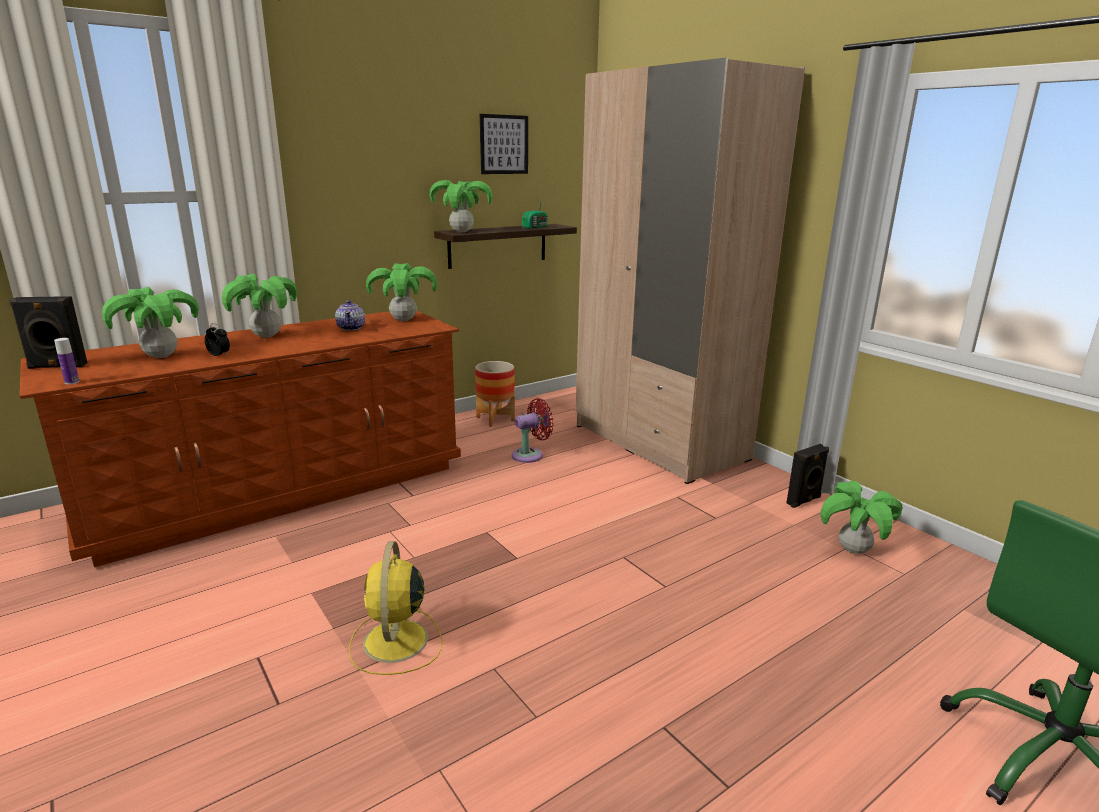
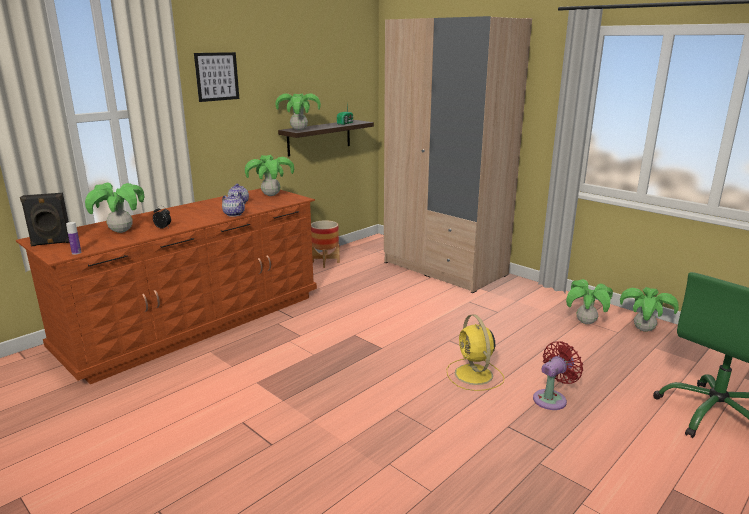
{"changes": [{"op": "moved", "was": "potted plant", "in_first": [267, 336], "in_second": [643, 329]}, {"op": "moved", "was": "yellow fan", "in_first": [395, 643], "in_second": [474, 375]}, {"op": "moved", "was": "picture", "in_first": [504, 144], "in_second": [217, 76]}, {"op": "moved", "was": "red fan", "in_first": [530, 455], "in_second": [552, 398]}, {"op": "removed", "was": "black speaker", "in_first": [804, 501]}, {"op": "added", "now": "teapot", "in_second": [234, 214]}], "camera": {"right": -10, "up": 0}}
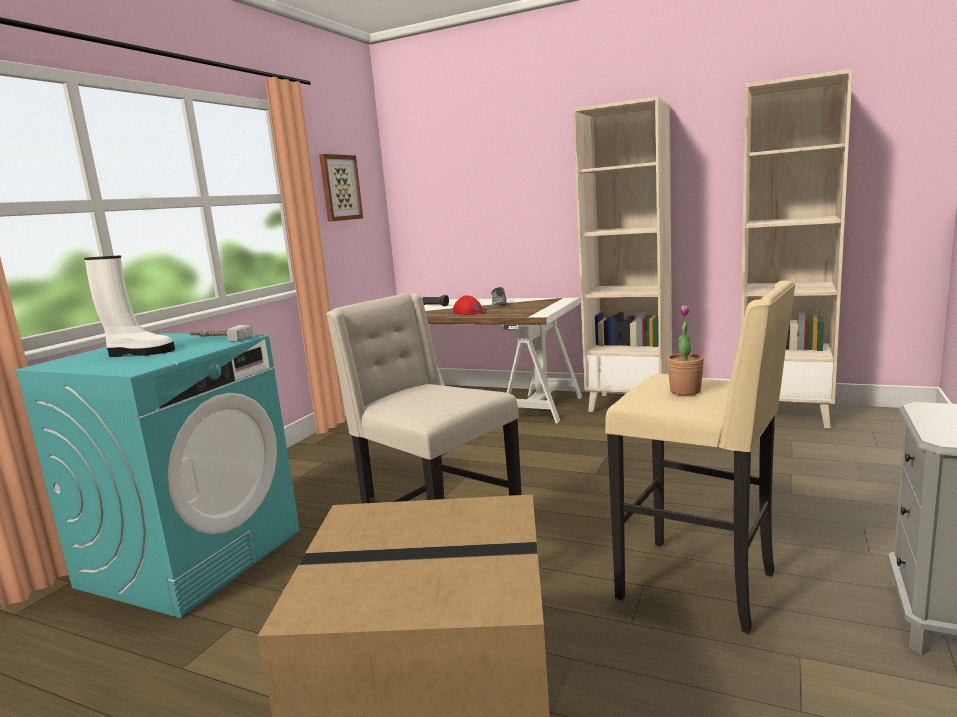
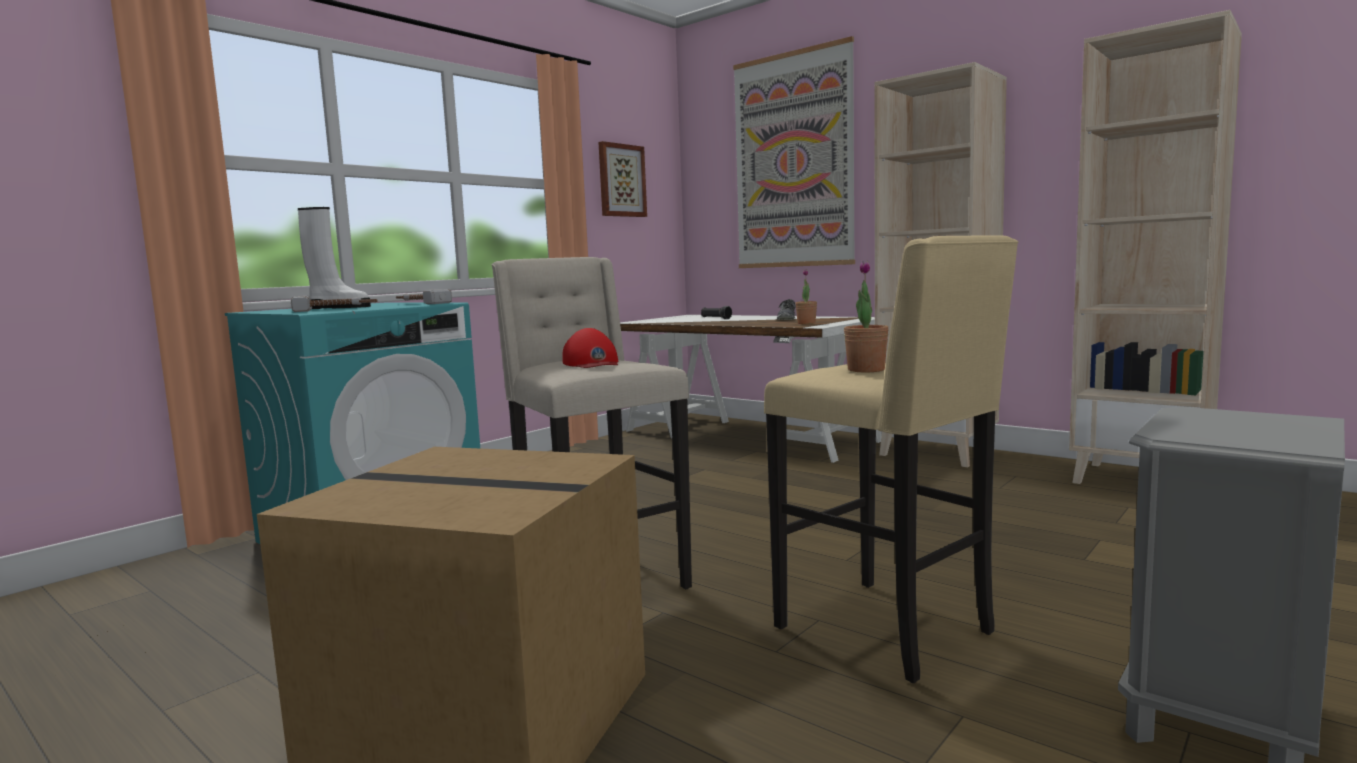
{"changes": [{"op": "moved", "was": "red cap", "in_first": [470, 312], "in_second": [592, 363]}, {"op": "added", "now": "hammer", "in_second": [335, 309]}, {"op": "added", "now": "picture", "in_second": [793, 161]}, {"op": "added", "now": "potted plant", "in_second": [806, 323]}], "camera": {"right": 15, "up": -5}}
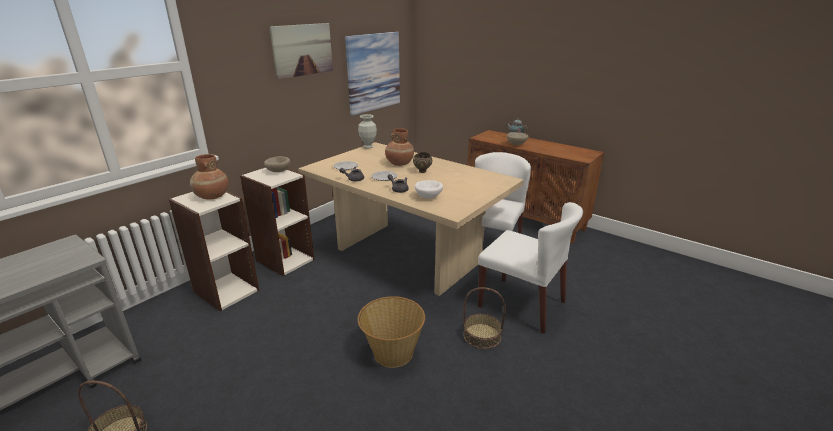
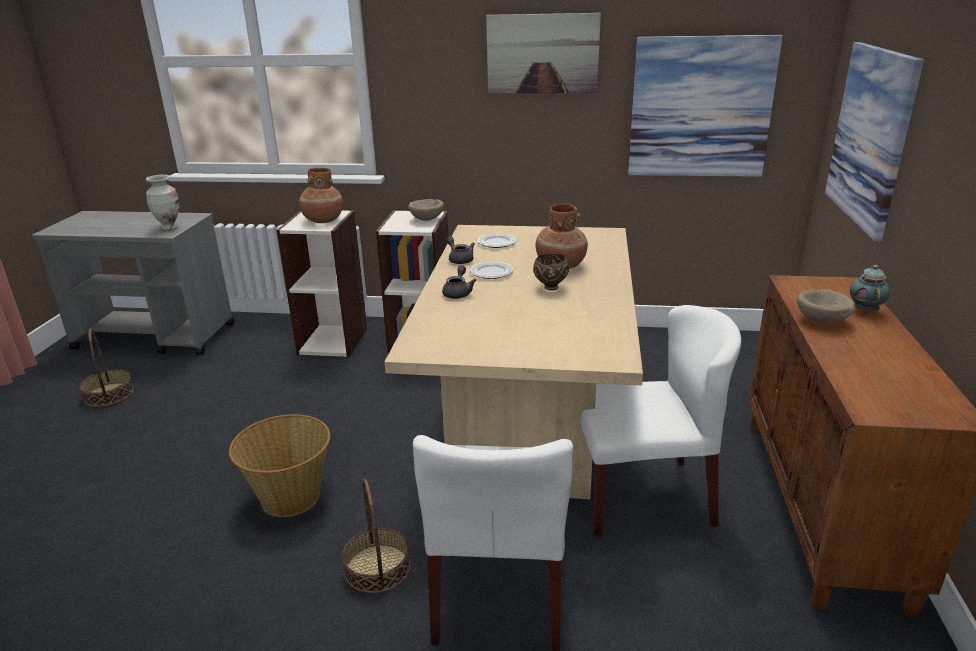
{"changes": [{"op": "moved", "was": "vase", "in_first": [368, 147], "in_second": [169, 227]}, {"op": "removed", "was": "white bowl", "in_first": [429, 196]}, {"op": "added", "now": "picture", "in_second": [871, 136]}], "camera": {"right": 60, "up": 0}}
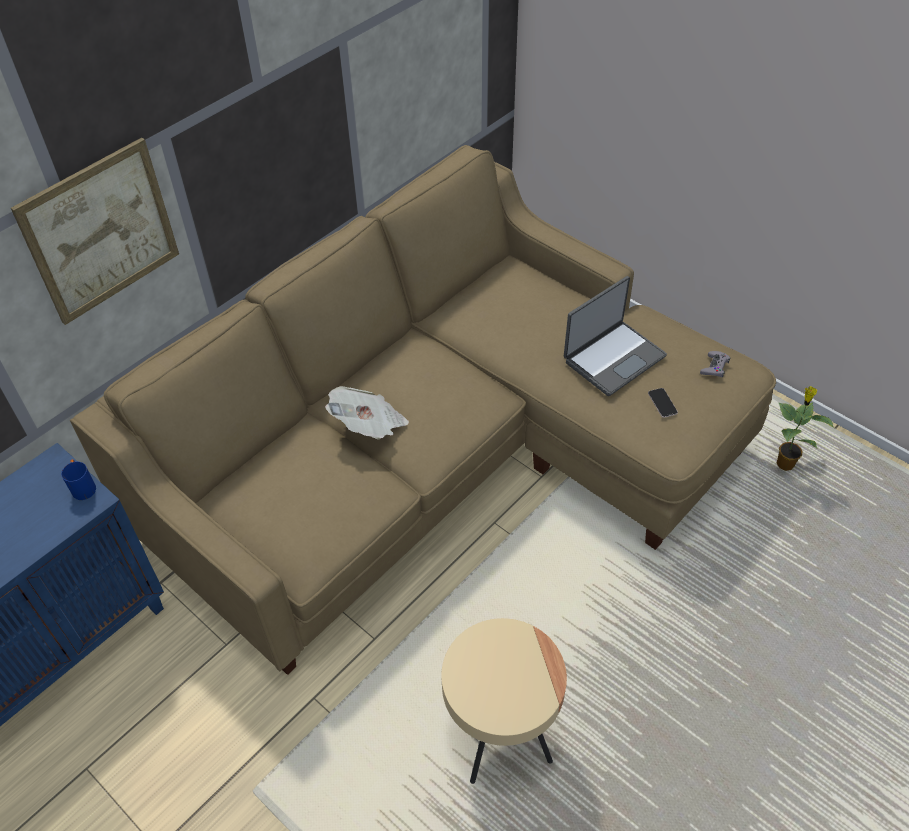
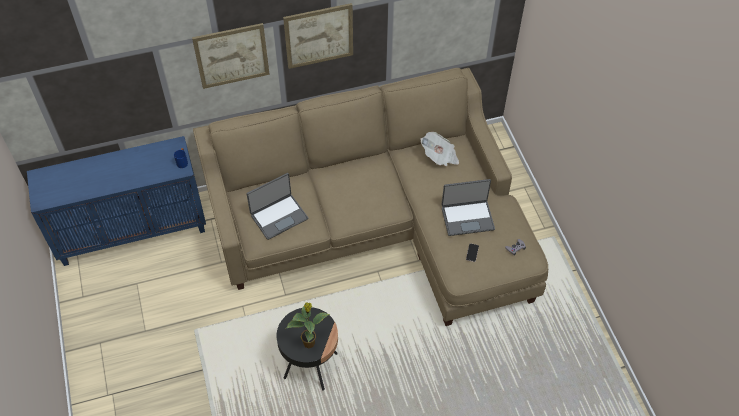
{"changes": [{"op": "moved", "was": "newspaper", "in_first": [369, 425], "in_second": [439, 156]}, {"op": "recoloured", "was": "beige side table", "now": "black side table", "in_first": [500, 733], "in_second": [310, 366]}, {"op": "moved", "was": "potted plant", "in_first": [784, 463], "in_second": [309, 342]}, {"op": "added", "now": "laptop", "in_second": [278, 216]}, {"op": "added", "now": "picture", "in_second": [319, 35]}], "camera": {"right": 30, "up": 5}}
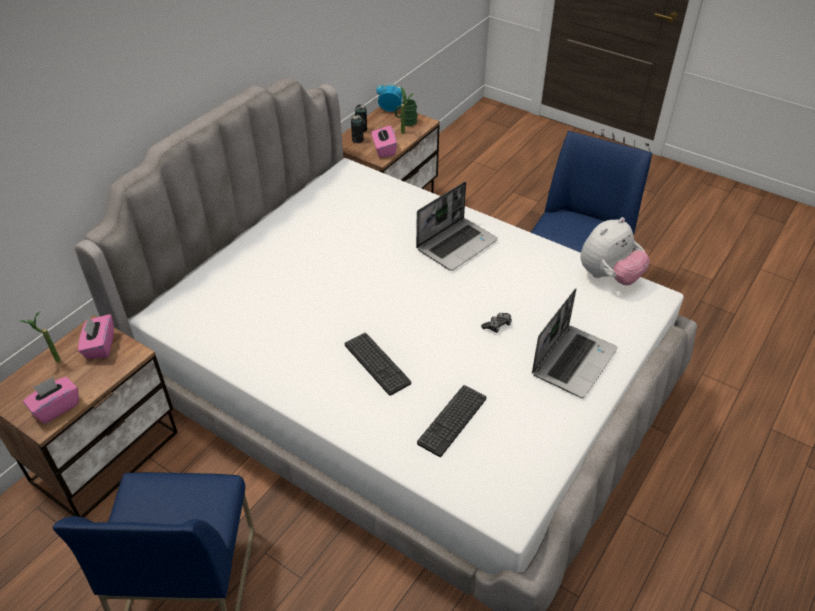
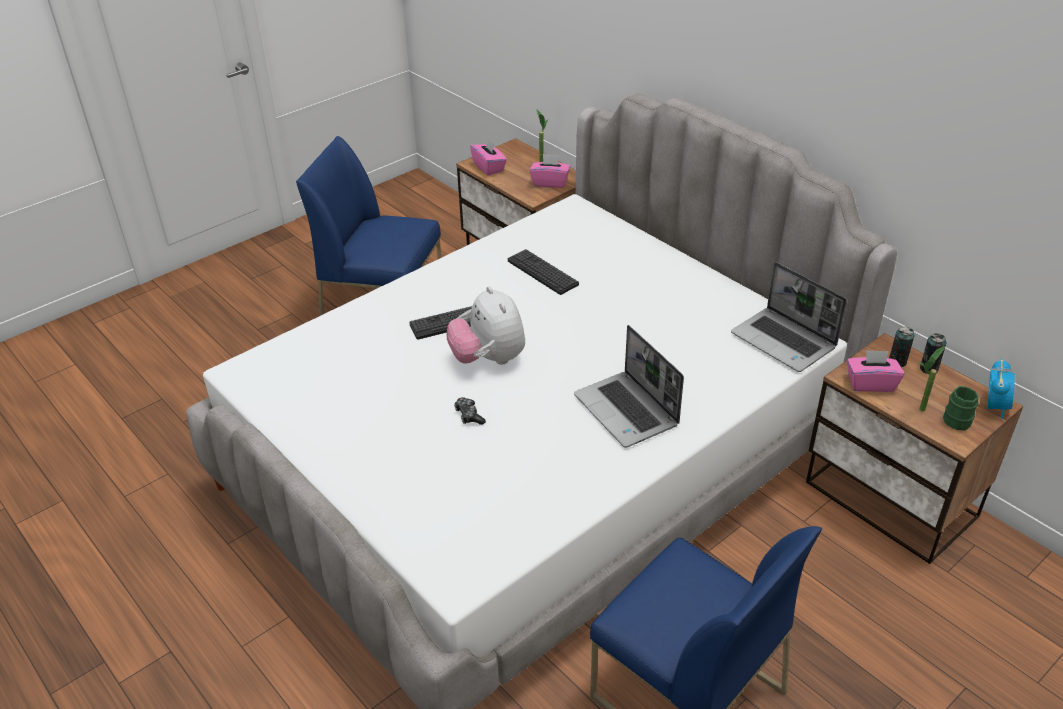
{"changes": [{"op": "moved", "was": "keyboard", "in_first": [452, 420], "in_second": [542, 272]}, {"op": "moved", "was": "laptop", "in_first": [573, 361], "in_second": [784, 341]}, {"op": "moved", "was": "plush toy", "in_first": [608, 276], "in_second": [488, 359]}], "camera": {"right": 105, "up": -5}}
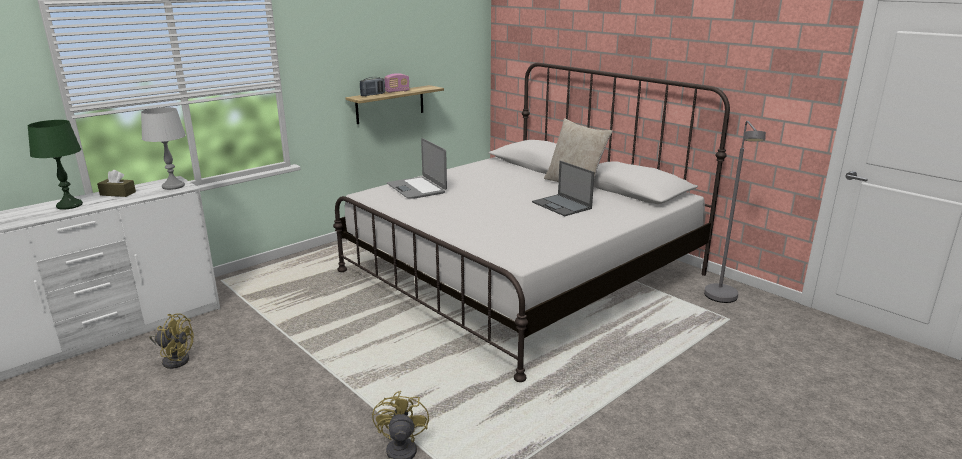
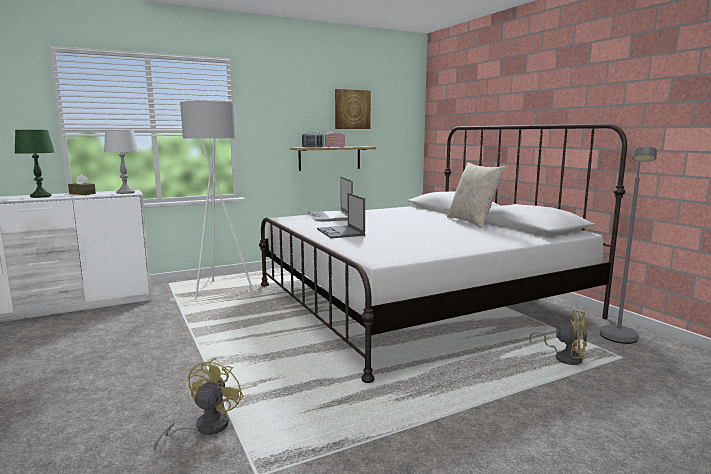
{"changes": [{"op": "moved", "was": "yellow fan", "in_first": [175, 359], "in_second": [564, 357]}, {"op": "moved", "was": "laptop", "in_first": [562, 205], "in_second": [340, 232]}, {"op": "added", "now": "white floor lamp", "in_second": [217, 291]}, {"op": "added", "now": "picture", "in_second": [352, 109]}], "camera": {"right": 15, "up": -10}}
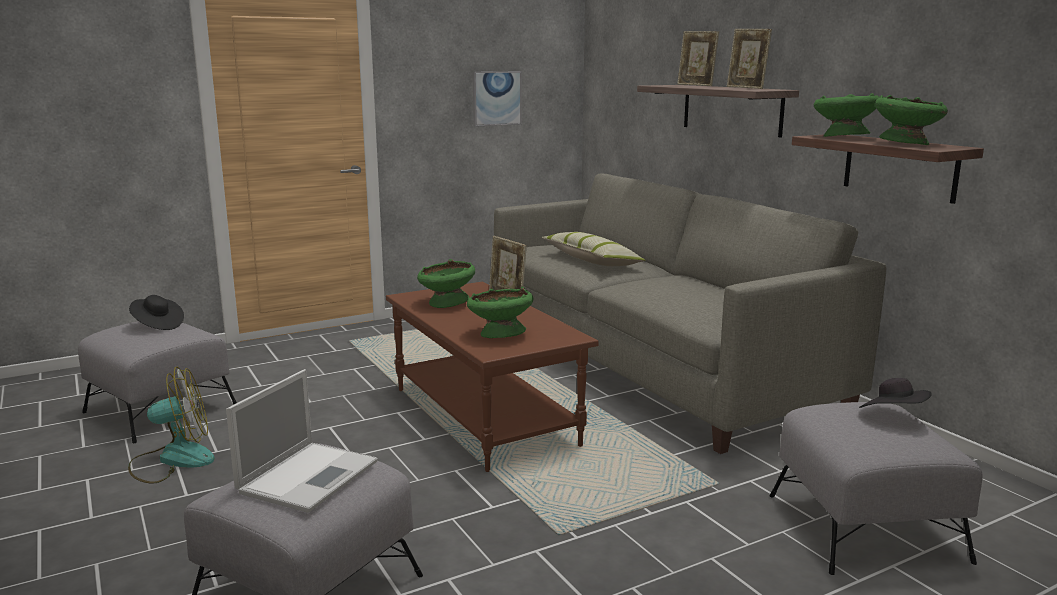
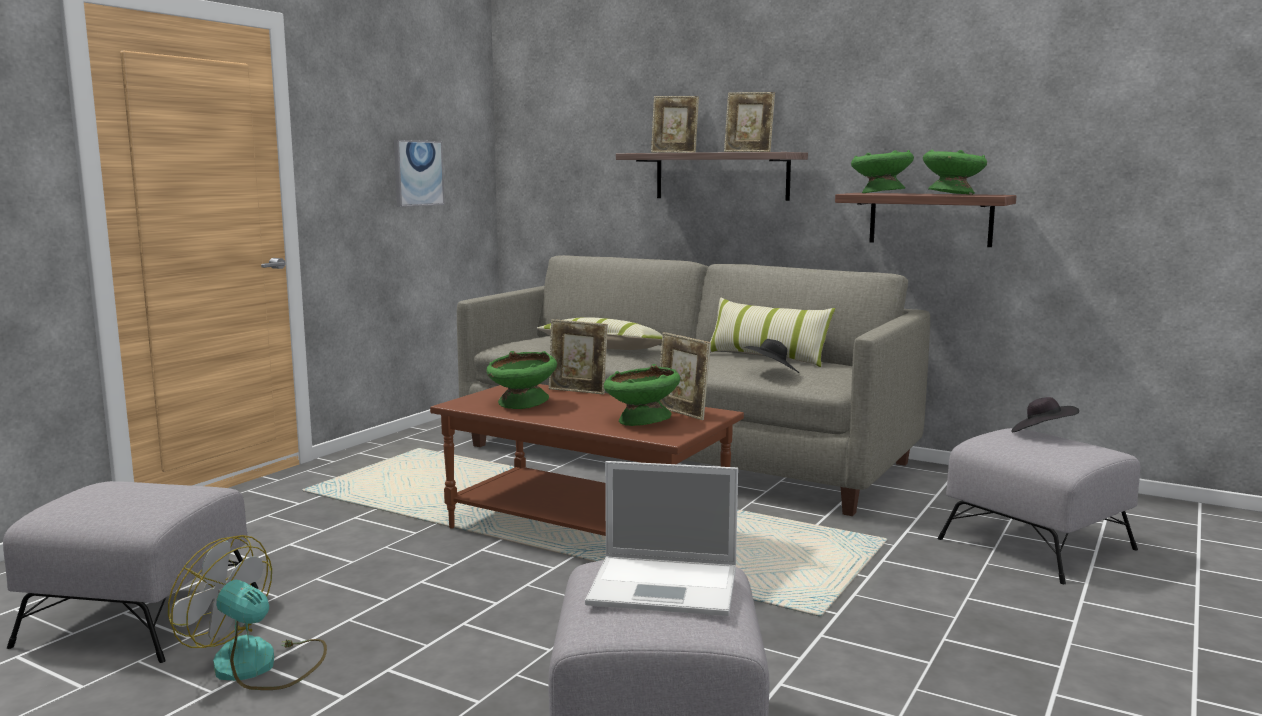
{"changes": [{"op": "turned", "was": "fan", "in_first": [173, 460], "in_second": [258, 665], "clockwise": -105}, {"op": "moved", "was": "black hat", "in_first": [157, 325], "in_second": [772, 372]}, {"op": "turned", "was": "laptop", "in_first": [310, 475], "in_second": [667, 586], "clockwise": 105}, {"op": "added", "now": "picture frame", "in_second": [682, 413]}, {"op": "added", "now": "pillow", "in_second": [766, 357]}], "camera": {"right": -30, "up": -5}}
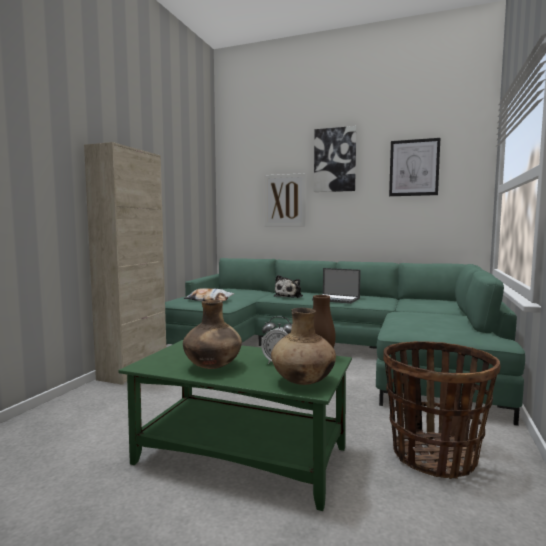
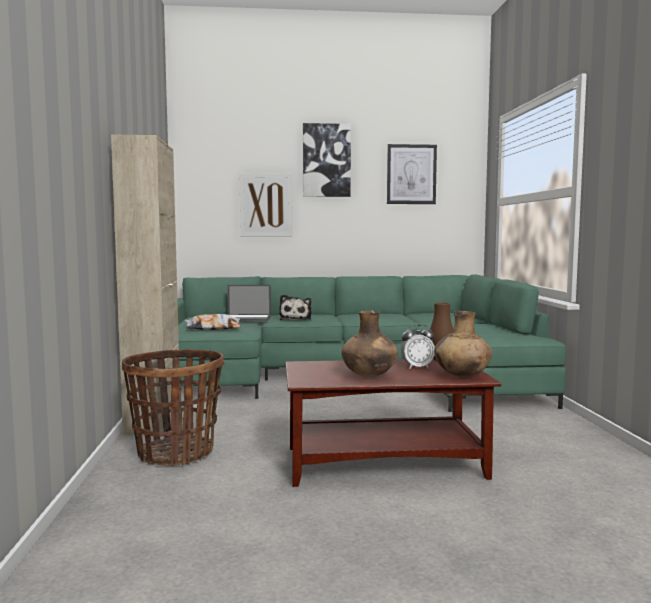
{"changes": [{"op": "recoloured", "was": "green coffee table", "now": "brown coffee table", "in_first": [243, 455], "in_second": [385, 462]}, {"op": "moved", "was": "laptop", "in_first": [337, 299], "in_second": [247, 319]}, {"op": "moved", "was": "basket", "in_first": [433, 455], "in_second": [176, 453]}], "camera": {"right": -25, "up": 0}}
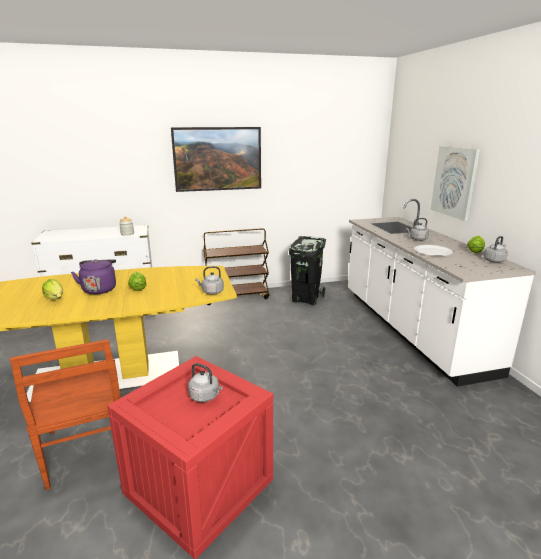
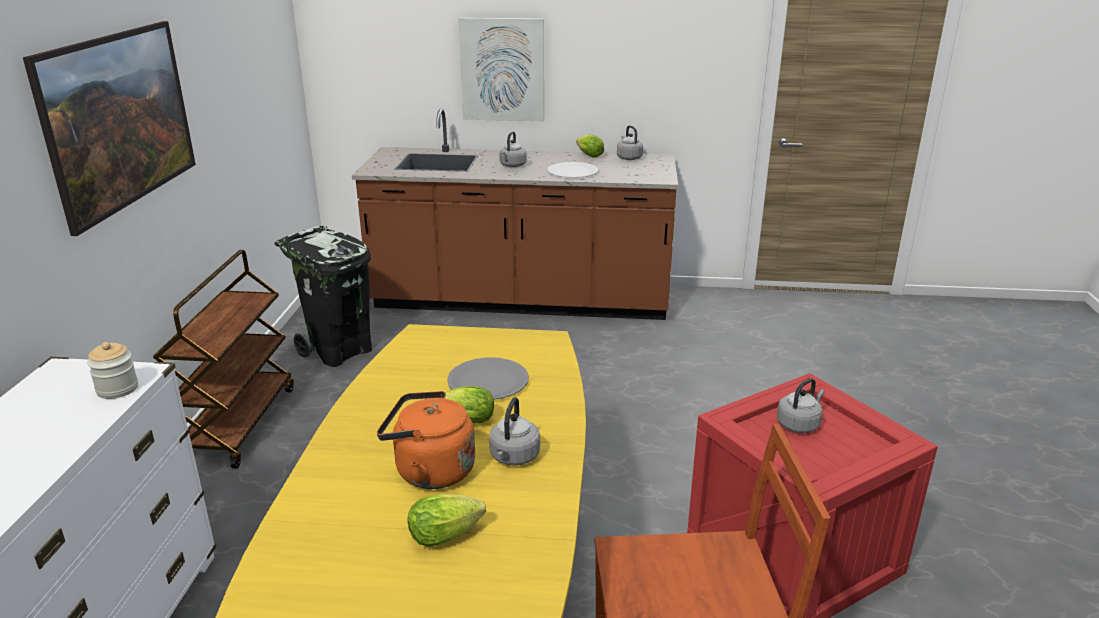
{"changes": [{"op": "recoloured", "was": "purple kettle", "now": "orange kettle", "in_first": [99, 289], "in_second": [430, 471]}, {"op": "moved", "was": "grey kettle", "in_first": [211, 292], "in_second": [514, 457]}, {"op": "recoloured", "was": "white counter", "now": "brown counter", "in_first": [411, 329], "in_second": [521, 301]}, {"op": "added", "now": "grey plate", "in_second": [488, 381]}], "camera": {"right": -70, "up": 5}}
